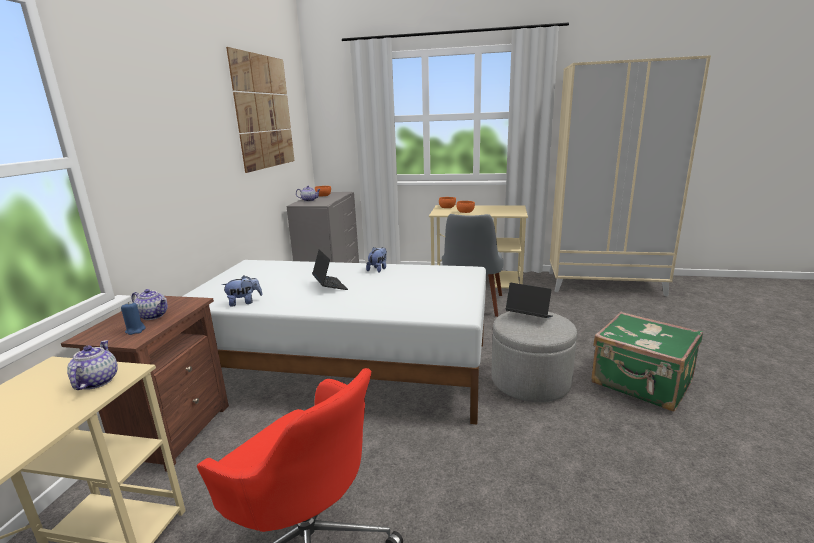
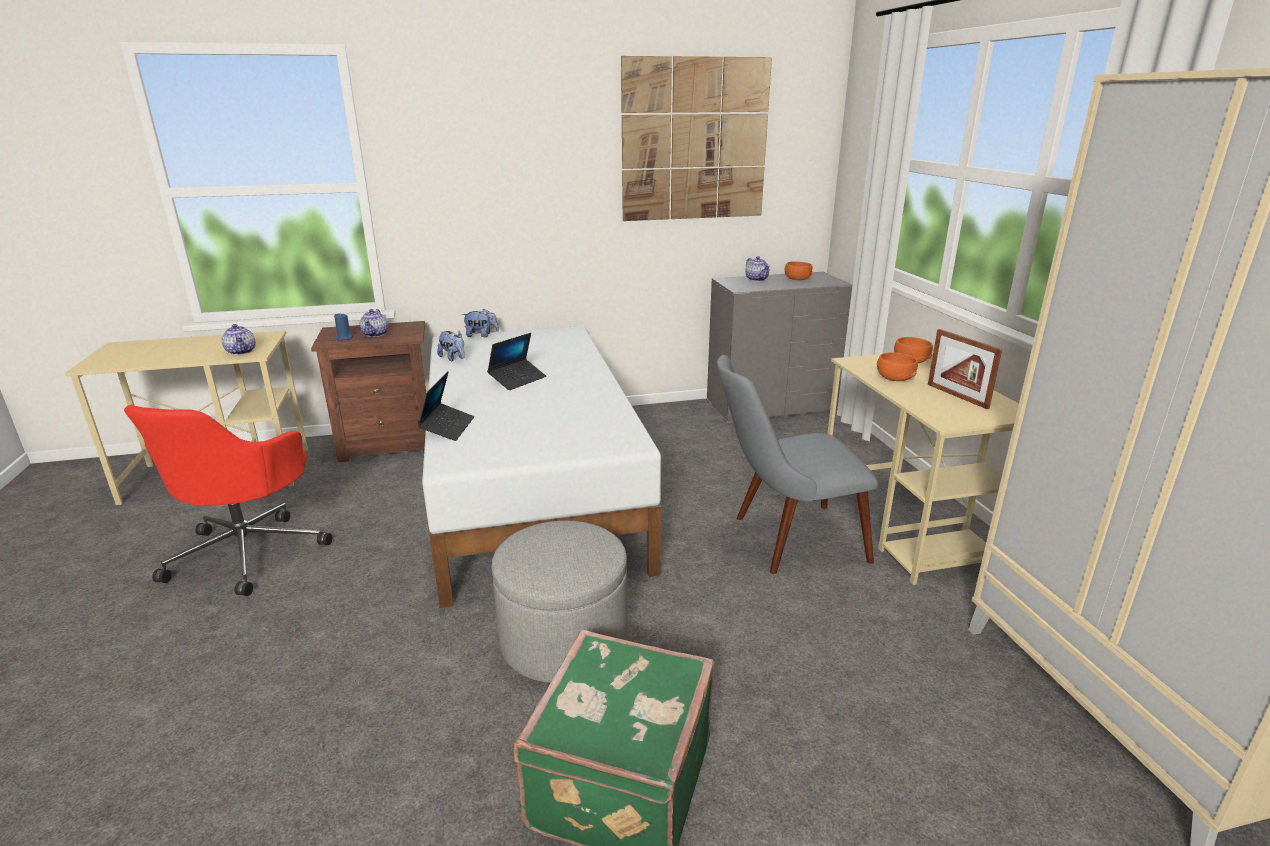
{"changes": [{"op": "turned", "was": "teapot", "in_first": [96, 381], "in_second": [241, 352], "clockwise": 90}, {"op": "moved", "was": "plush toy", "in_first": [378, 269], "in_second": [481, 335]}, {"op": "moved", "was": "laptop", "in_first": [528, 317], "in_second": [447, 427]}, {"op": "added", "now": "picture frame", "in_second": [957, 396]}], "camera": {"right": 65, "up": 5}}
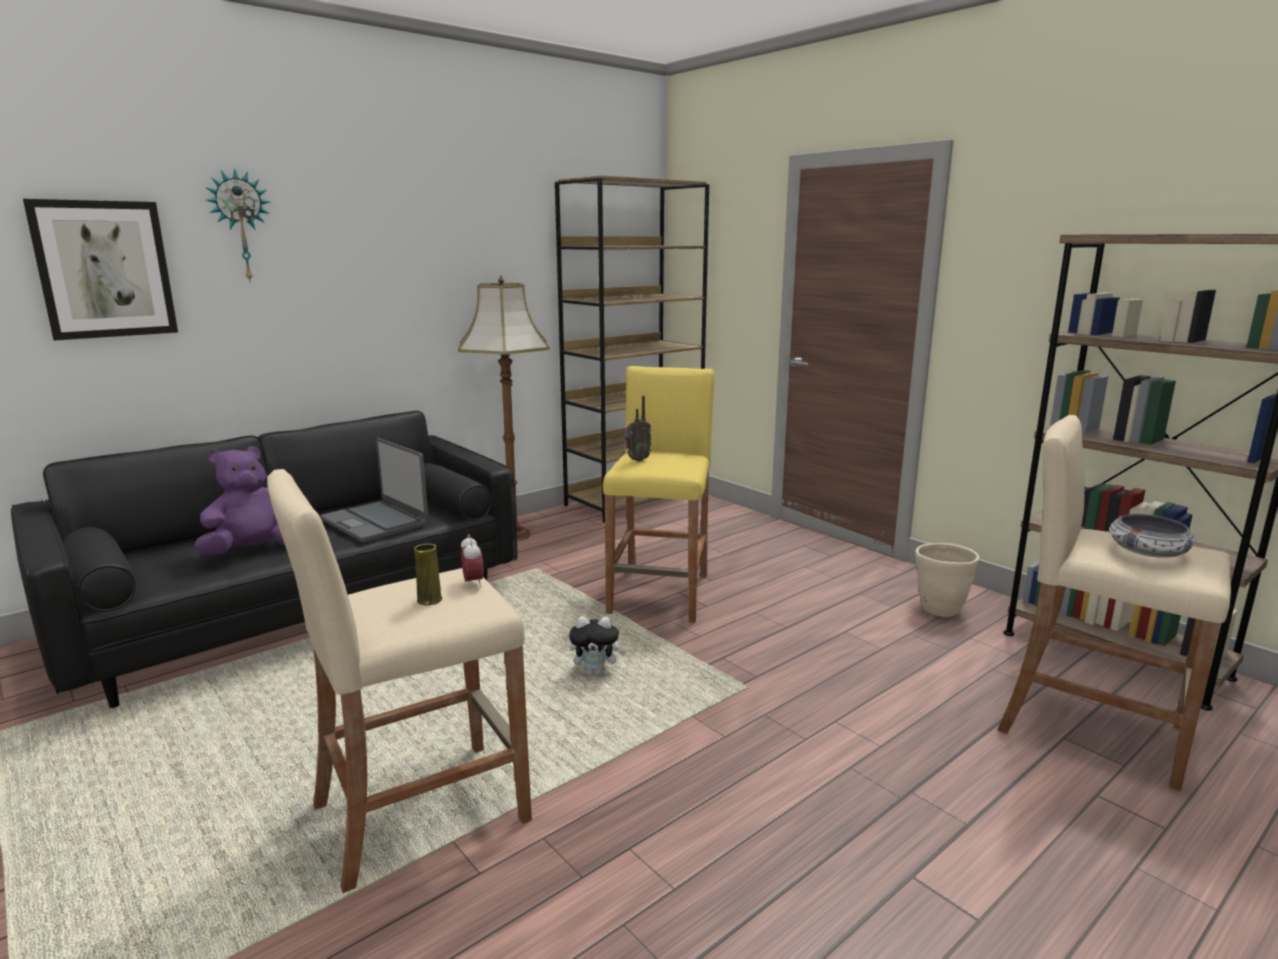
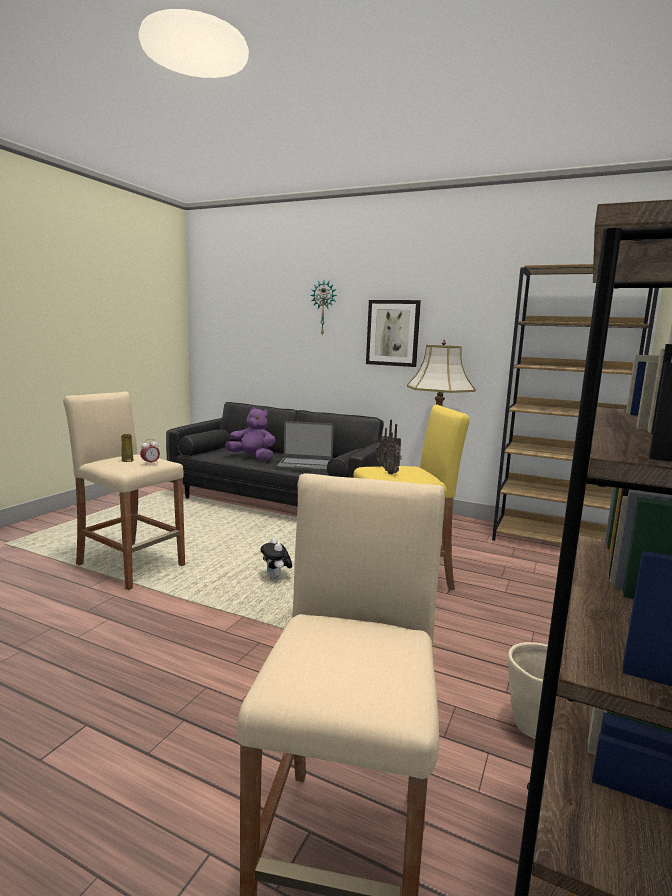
{"changes": [{"op": "moved", "was": "picture", "in_first": [104, 269], "in_second": [393, 333]}, {"op": "turned", "was": "laptop", "in_first": [375, 522], "in_second": [305, 465], "clockwise": -105}, {"op": "removed", "was": "bowl", "in_first": [1148, 552]}, {"op": "added", "now": "radio", "in_second": [391, 473]}], "camera": {"right": 65, "up": -5}}
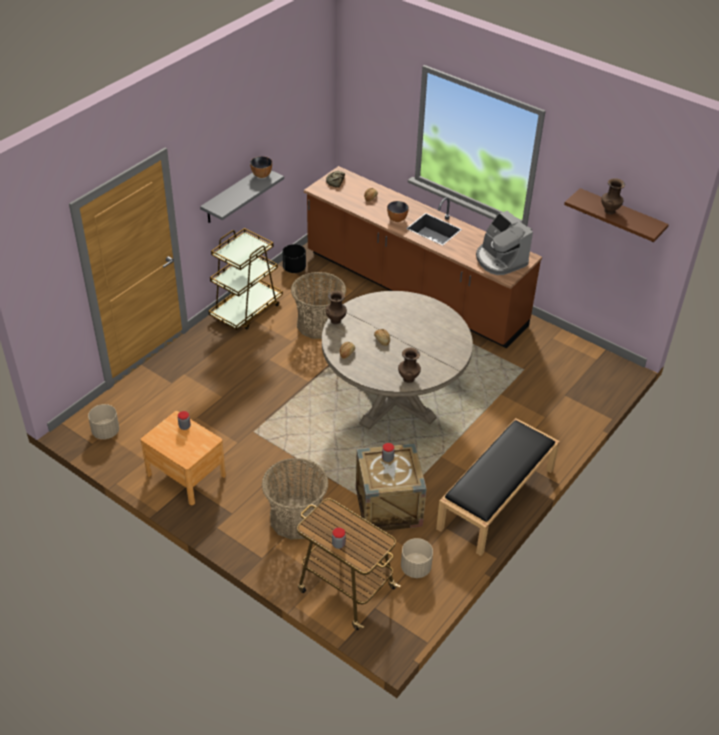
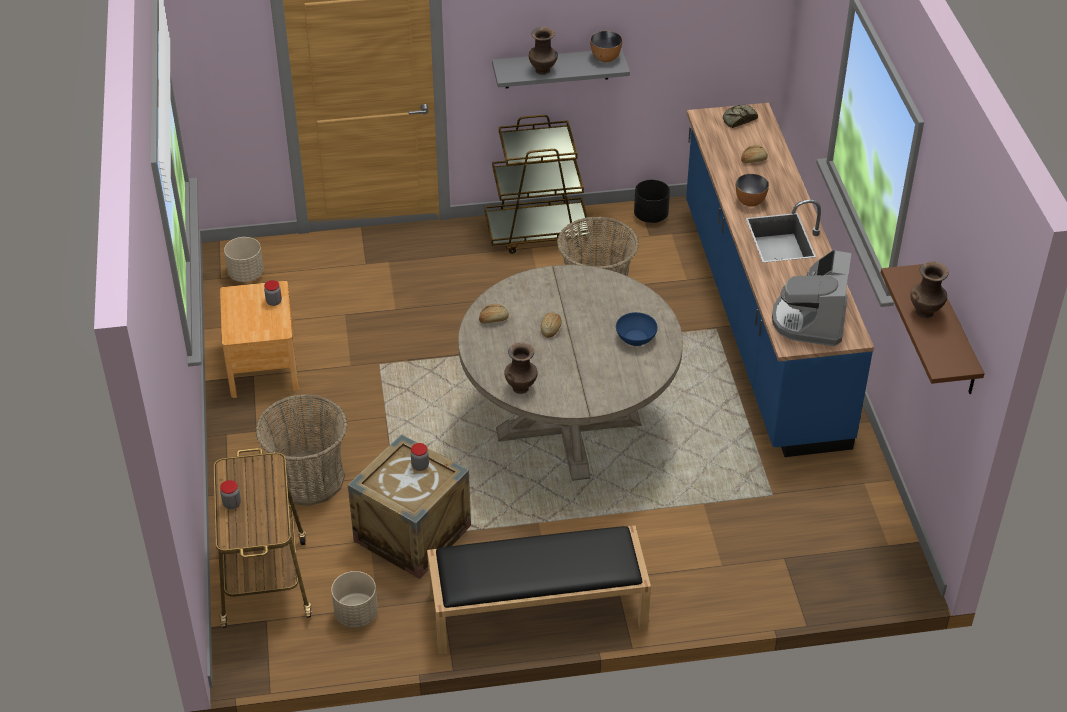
{"changes": [{"op": "recoloured", "was": "brown counter", "now": "blue counter", "in_first": [413, 290], "in_second": [760, 321]}, {"op": "moved", "was": "brown vase", "in_first": [336, 320], "in_second": [543, 71]}, {"op": "added", "now": "blue bowl", "in_second": [636, 338]}], "camera": {"right": 45, "up": 0}}
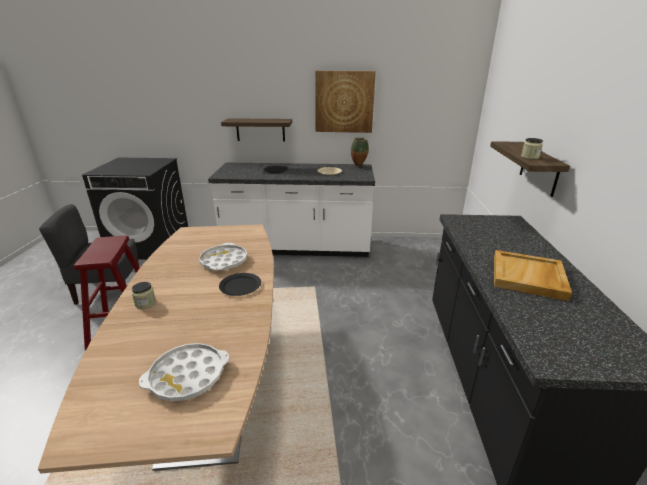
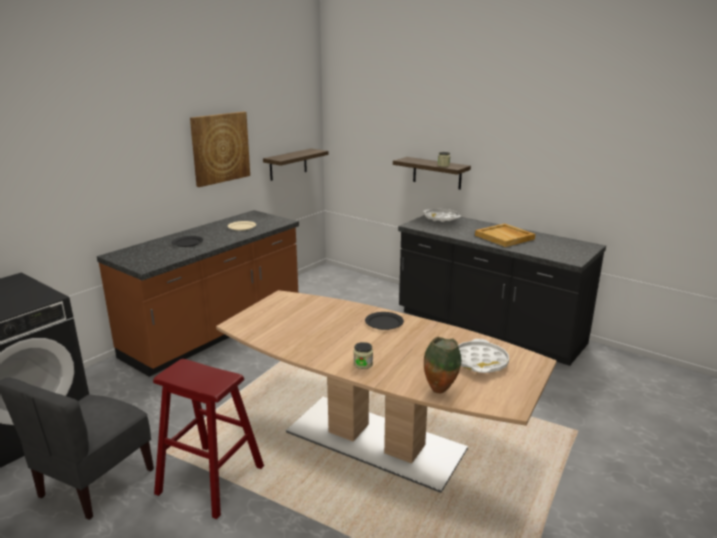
{"changes": [{"op": "moved", "was": "white tray", "in_first": [223, 261], "in_second": [441, 218]}, {"op": "recoloured", "was": "white counter", "now": "brown counter", "in_first": [297, 247], "in_second": [216, 331]}, {"op": "moved", "was": "shelf", "in_first": [260, 130], "in_second": [288, 164]}, {"op": "moved", "was": "vase", "in_first": [359, 166], "in_second": [440, 390]}], "camera": {"right": -55, "up": -5}}
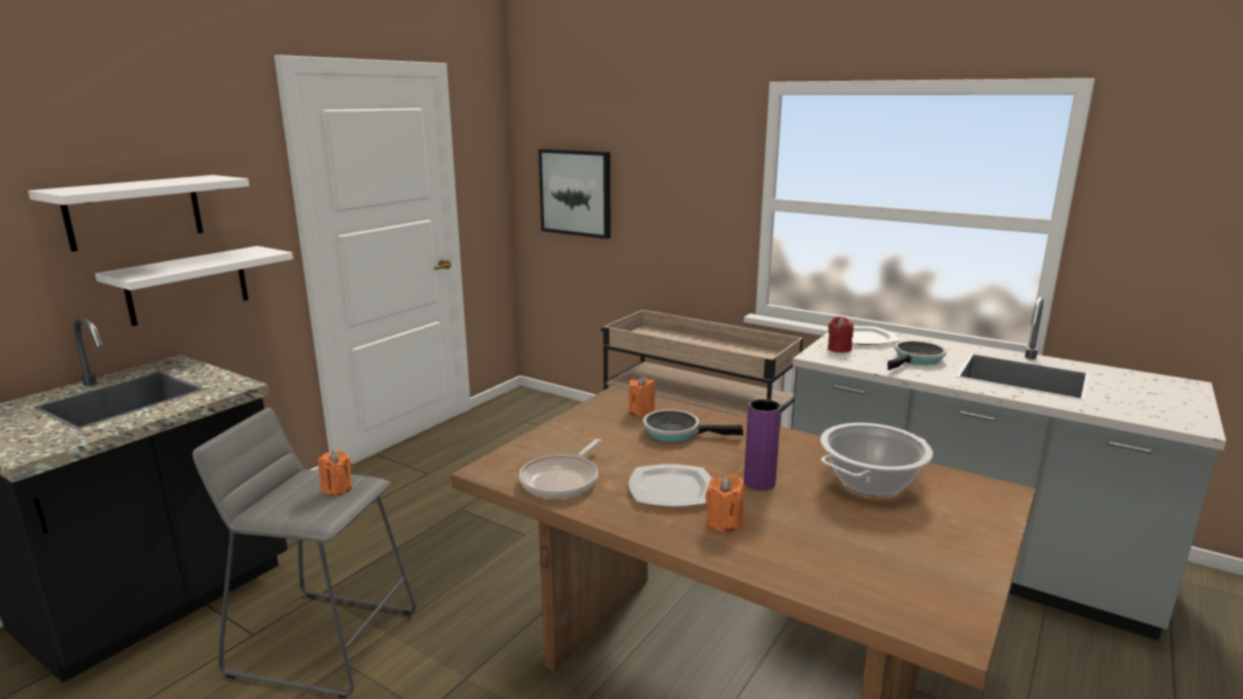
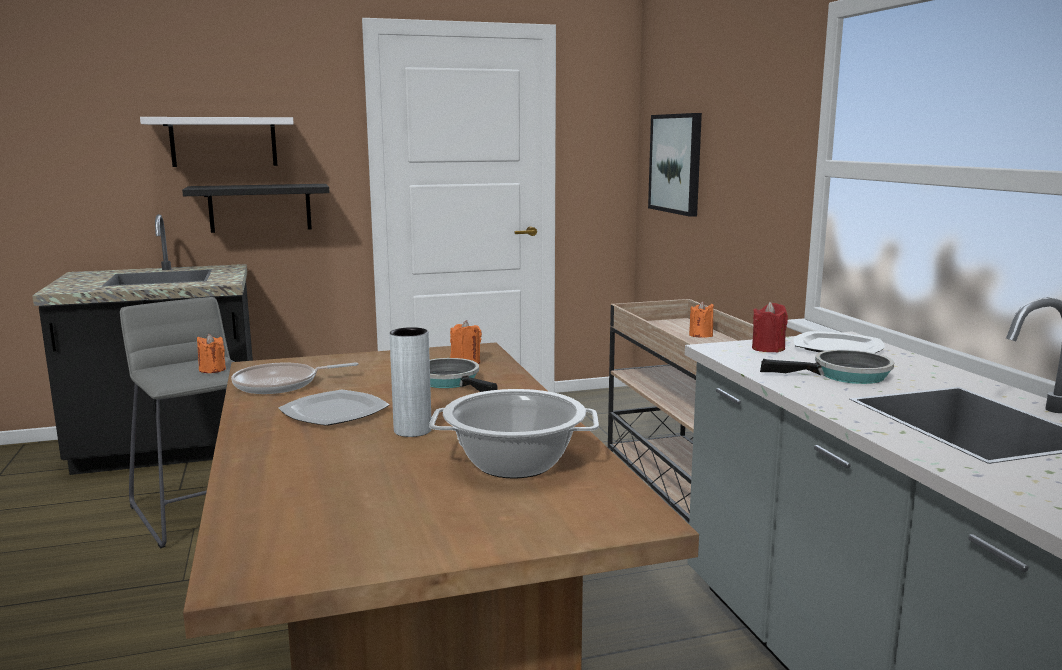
{"changes": [{"op": "recoloured", "was": "white shelf", "now": "black shelf", "in_first": [188, 285], "in_second": [260, 208]}, {"op": "moved", "was": "orange candle", "in_first": [724, 522], "in_second": [700, 335]}, {"op": "recoloured", "was": "purple vase", "now": "grey vase", "in_first": [759, 483], "in_second": [412, 430]}], "camera": {"right": 40, "up": -5}}
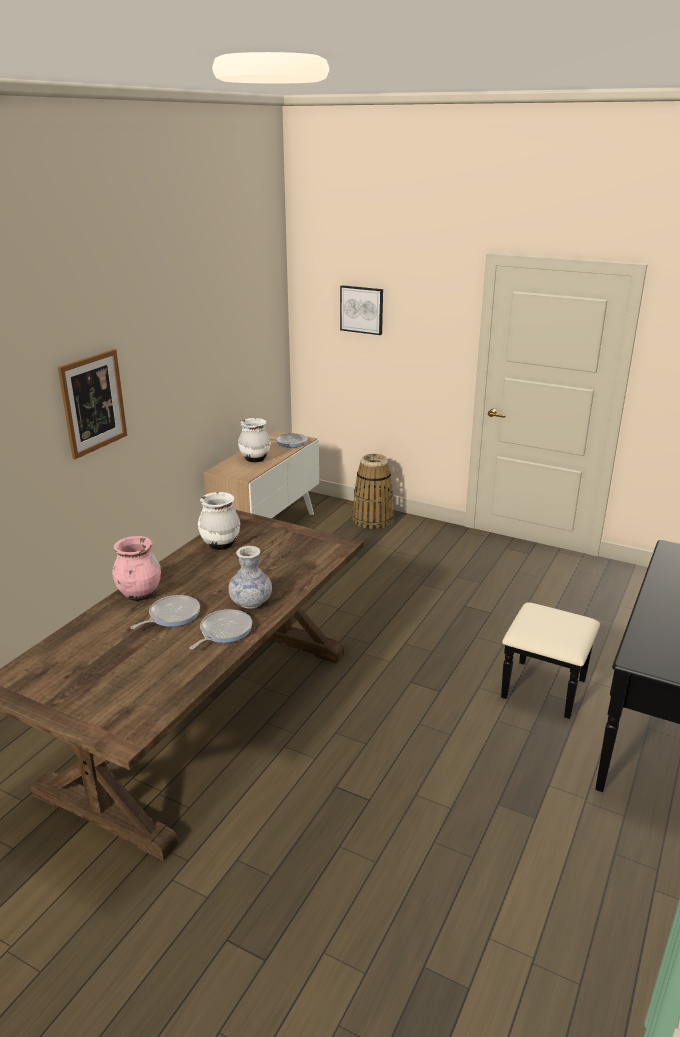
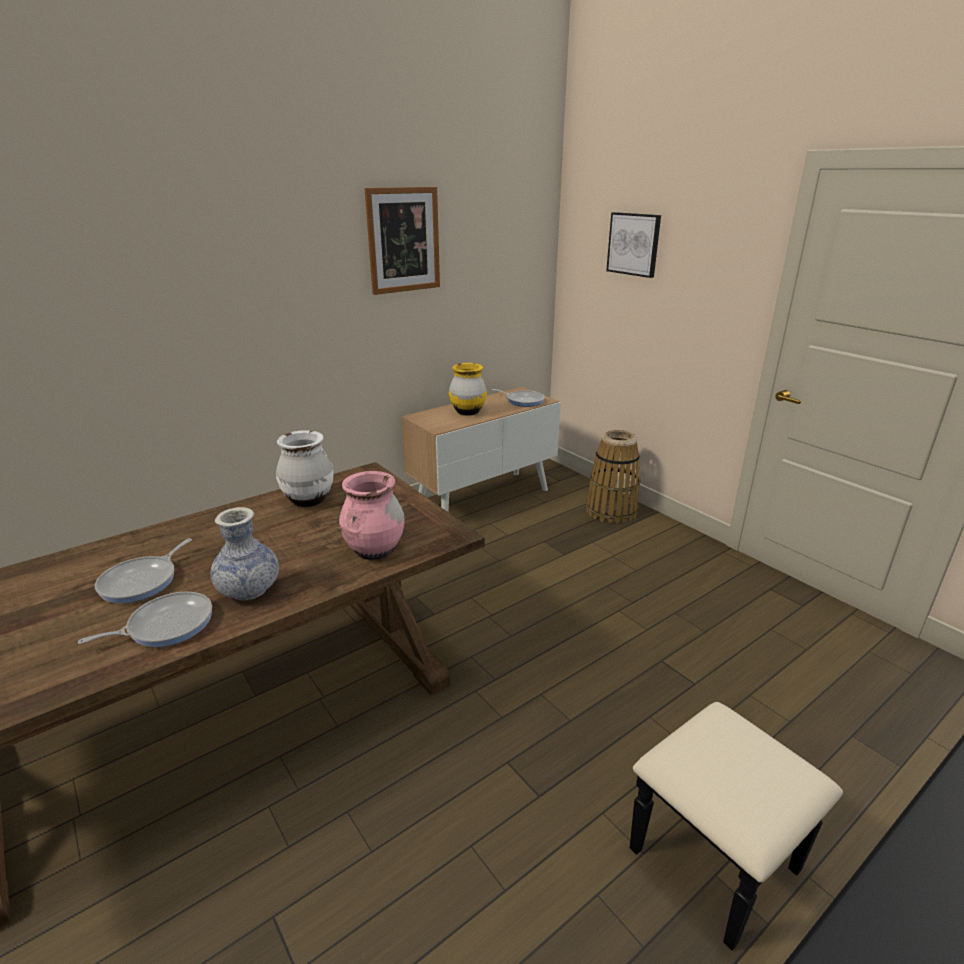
{"changes": [{"op": "moved", "was": "picture", "in_first": [93, 403], "in_second": [403, 240]}, {"op": "moved", "was": "pink vase", "in_first": [140, 594], "in_second": [375, 551]}, {"op": "turned", "was": "frying pan", "in_first": [172, 615], "in_second": [142, 581], "clockwise": 135}, {"op": "recoloured", "was": "white vase", "now": "yellow vase", "in_first": [255, 459], "in_second": [467, 412]}], "camera": {"right": 25, "up": 0}}
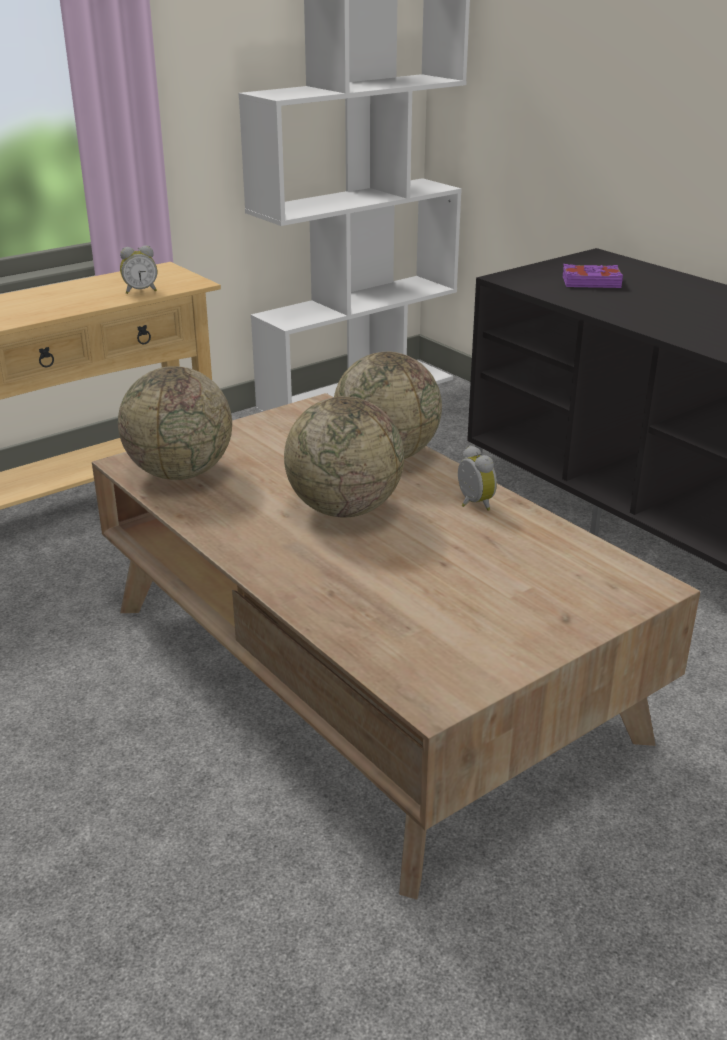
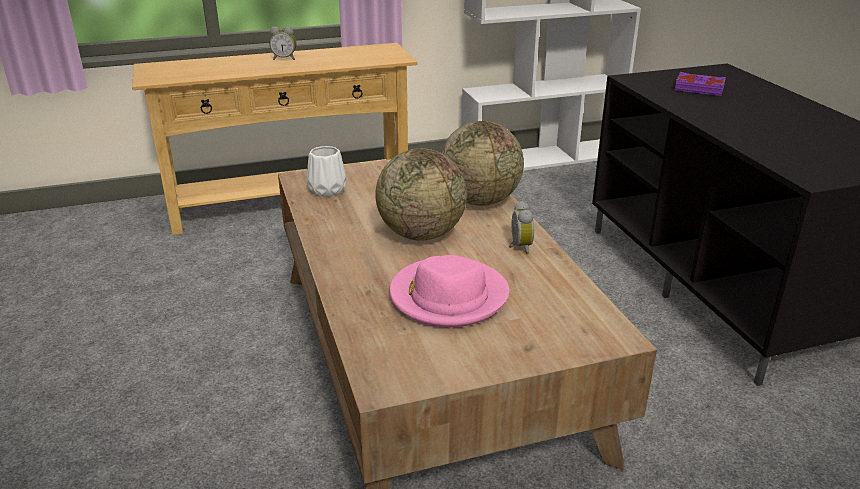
{"changes": [{"op": "replaced", "was": "globe", "now": "white vase", "in_first": [180, 473], "in_second": [328, 190]}, {"op": "moved", "was": "alarm clock", "in_first": [140, 291], "in_second": [284, 59]}, {"op": "added", "now": "pink hat", "in_second": [448, 296]}], "camera": {"right": 20, "up": 0}}
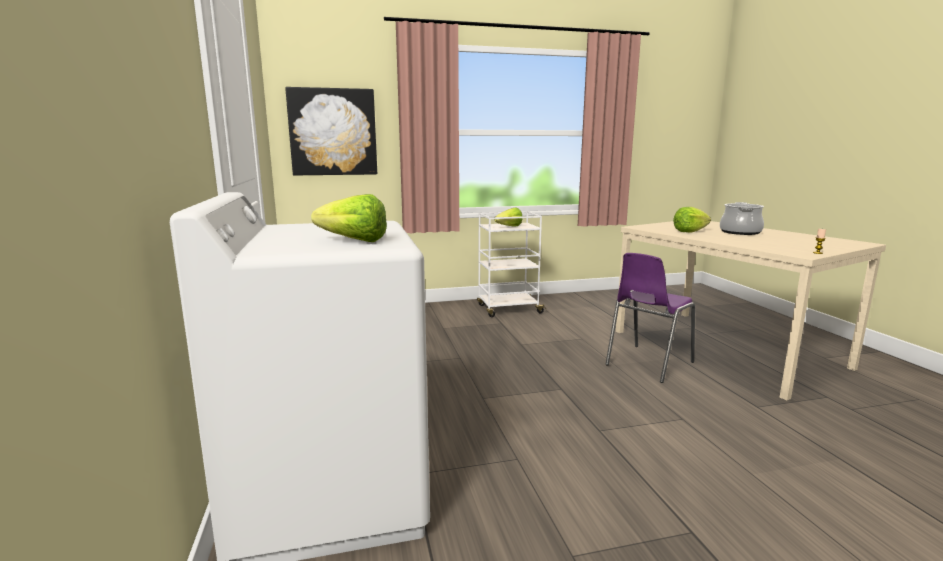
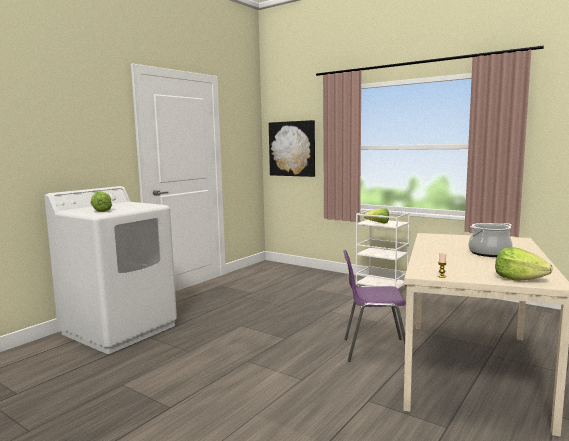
{"changes": [{"op": "moved", "was": "lettuce", "in_first": [689, 231], "in_second": [518, 279]}], "camera": {"right": 50, "up": -5}}
